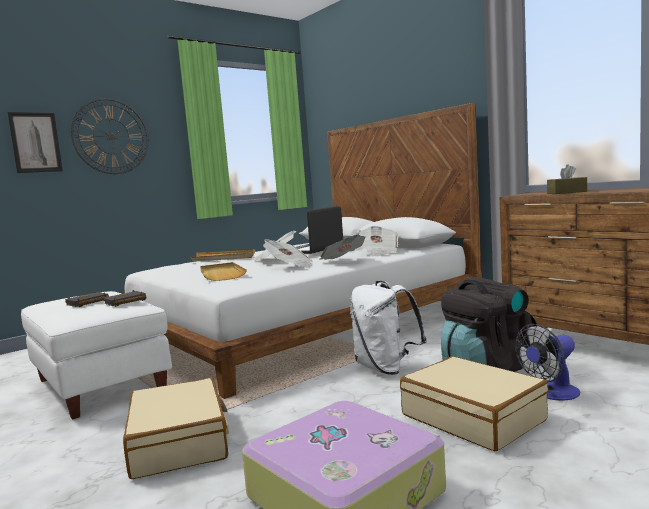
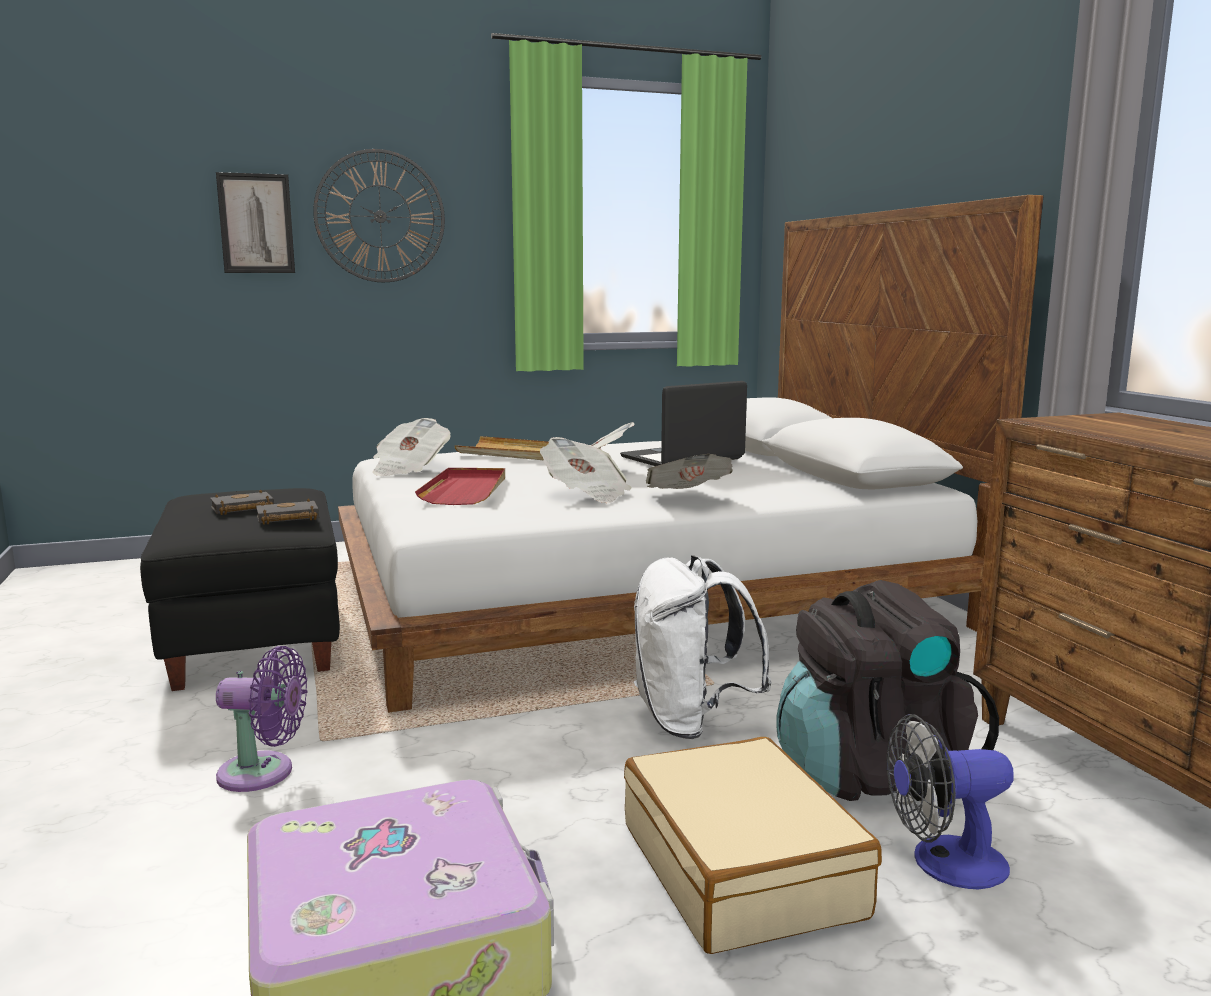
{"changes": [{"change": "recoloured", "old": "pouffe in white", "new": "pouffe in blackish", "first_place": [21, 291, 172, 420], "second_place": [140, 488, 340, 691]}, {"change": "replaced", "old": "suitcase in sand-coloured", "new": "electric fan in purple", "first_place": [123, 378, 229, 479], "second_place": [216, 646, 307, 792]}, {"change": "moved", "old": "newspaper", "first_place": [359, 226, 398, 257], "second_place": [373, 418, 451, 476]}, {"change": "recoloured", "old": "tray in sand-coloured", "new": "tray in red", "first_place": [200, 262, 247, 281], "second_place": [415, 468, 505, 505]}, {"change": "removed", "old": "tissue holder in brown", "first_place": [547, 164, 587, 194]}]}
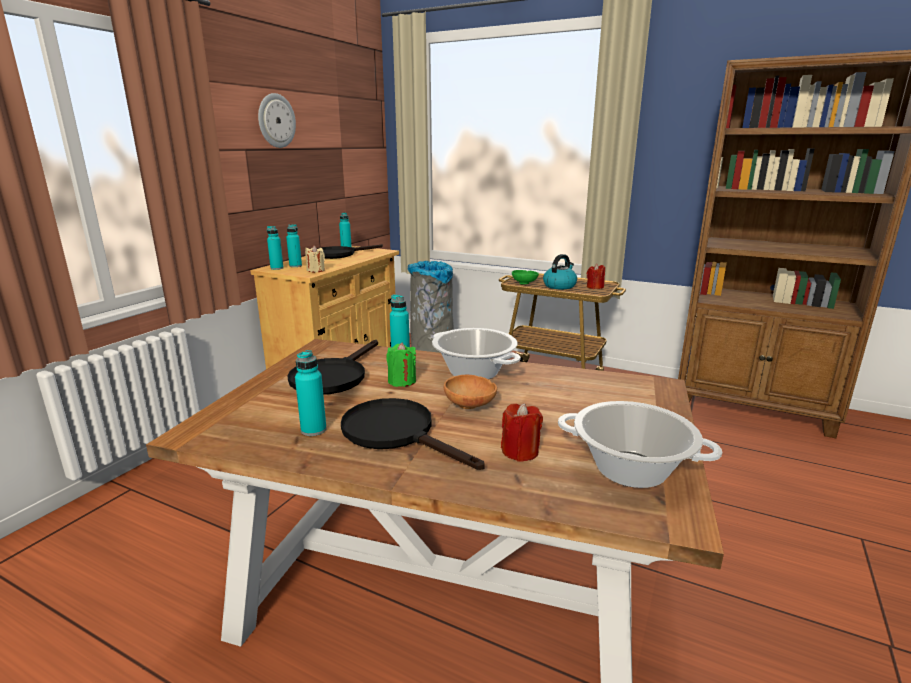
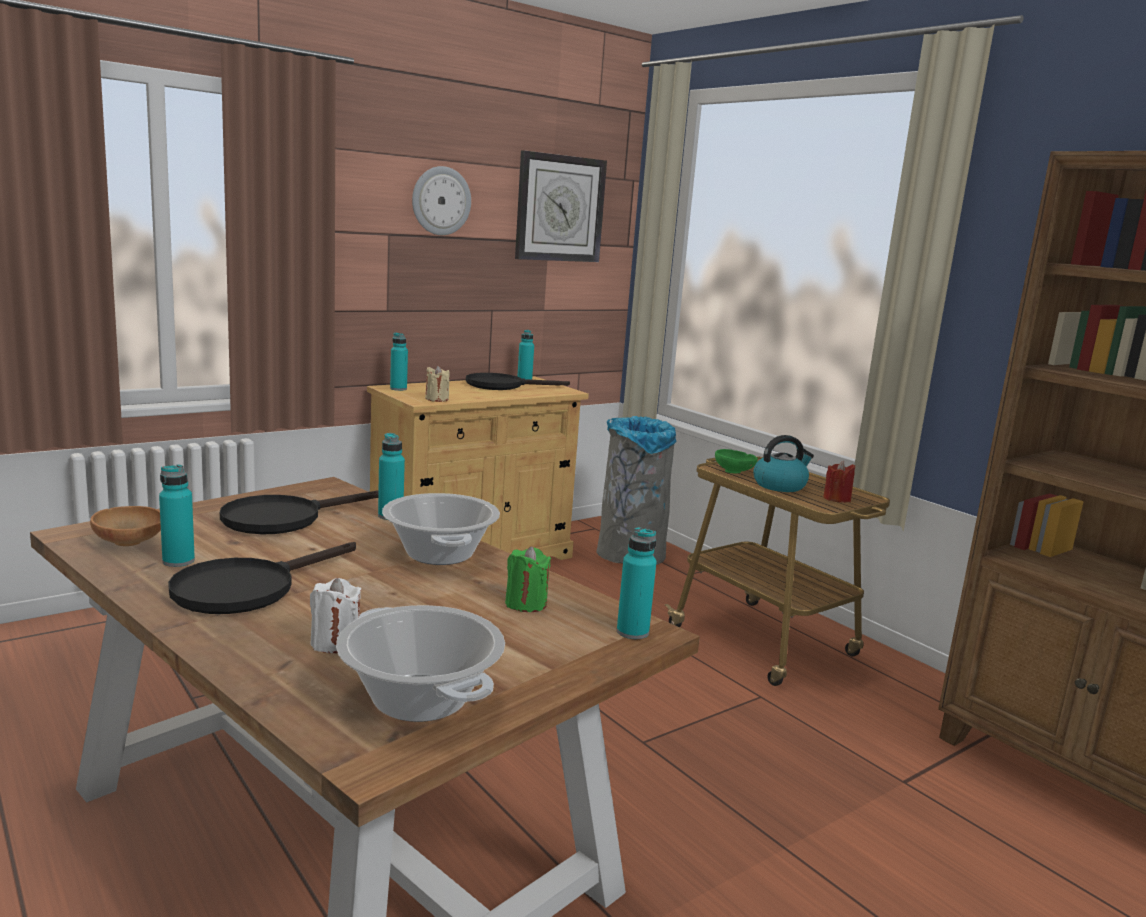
{"changes": [{"change": "moved", "old": "serving bowl in brown", "first_place": [444, 375, 497, 409], "second_place": [90, 506, 161, 546]}, {"change": "turned", "old": "frying pan in blackish", "first_place": [341, 398, 485, 470], "second_place": [168, 542, 356, 614], "degrees": -120}, {"change": "recoloured", "old": "wax candle in red", "new": "wax candle in white", "first_place": [501, 403, 543, 462], "second_place": [310, 578, 361, 653]}, {"change": "moved", "old": "wax candle in green-coloured", "first_place": [386, 342, 416, 387], "second_place": [505, 546, 551, 612]}, {"change": "added", "new": "wall clock", "second_place": [515, 150, 607, 262]}, {"change": "moved", "old": "beverage bottle in turquoise", "first_place": [286, 224, 302, 267], "second_place": [617, 527, 656, 639]}]}
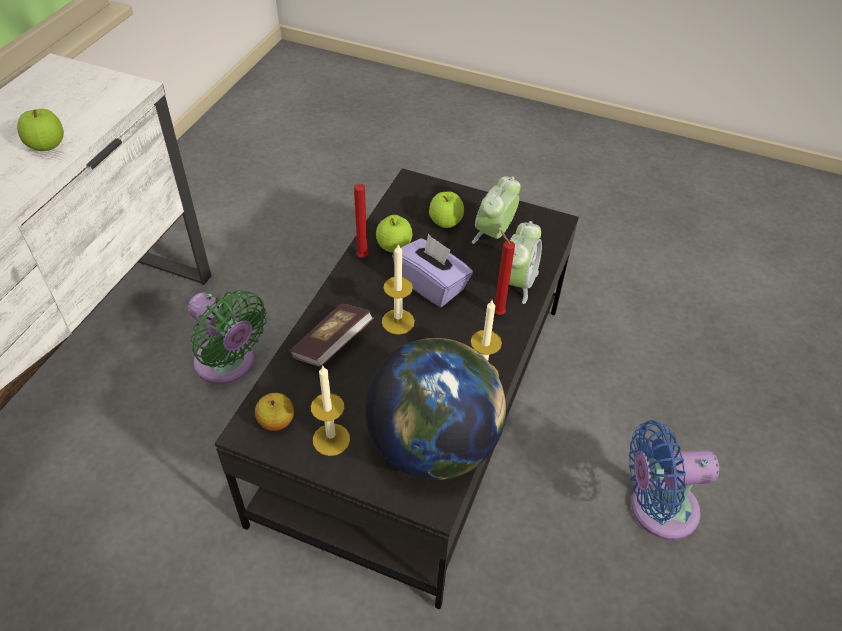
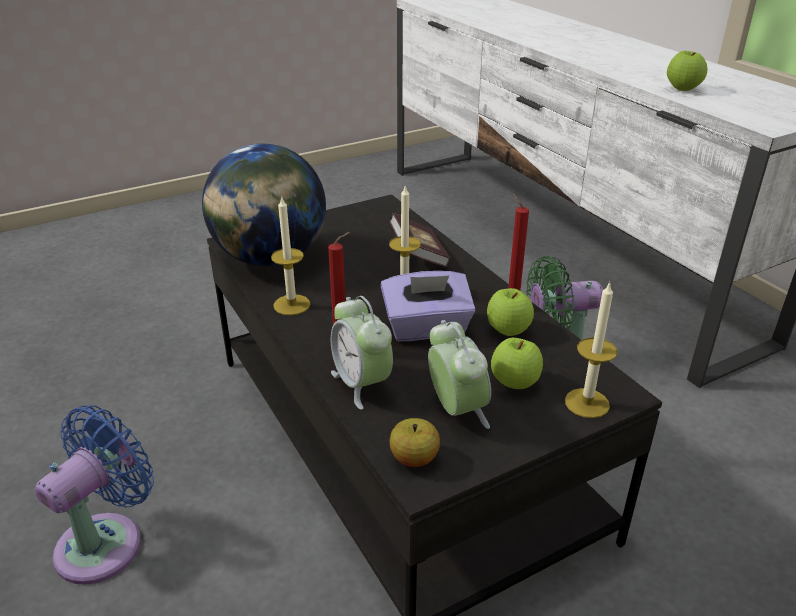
{"changes": [{"change": "moved", "old": "apple fruit", "first_place": [255, 393, 294, 431], "second_place": [390, 418, 440, 467]}, {"change": "moved", "old": "wax candle", "first_place": [311, 366, 350, 456], "second_place": [565, 281, 617, 418]}]}
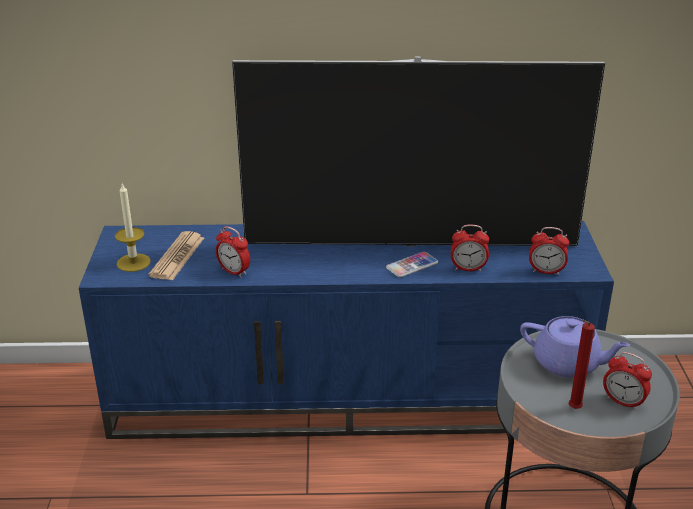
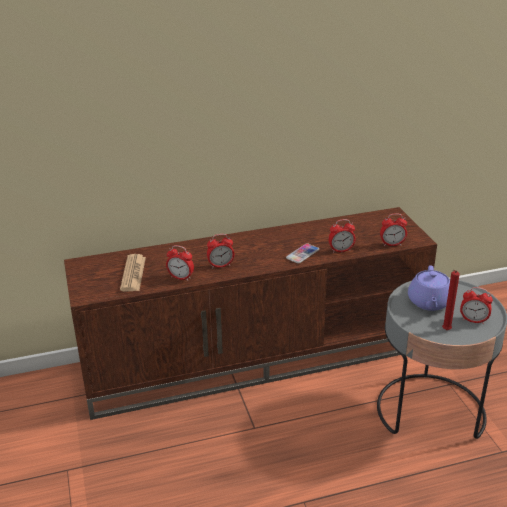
{"changes": [{"change": "recoloured", "old": "tv unit in blue", "new": "tv unit in brown", "first_place": [79, 221, 614, 439], "second_place": [64, 207, 437, 420]}, {"change": "added", "new": "alarm clock", "second_place": [207, 234, 234, 269]}, {"change": "turned", "old": "tea pot in purple", "first_place": [520, 316, 630, 378], "second_place": [408, 265, 450, 311], "degrees": 90}, {"change": "removed", "old": "wax candle", "first_place": [115, 183, 151, 272]}, {"change": "removed", "old": "TV set", "first_place": [232, 56, 605, 246]}]}
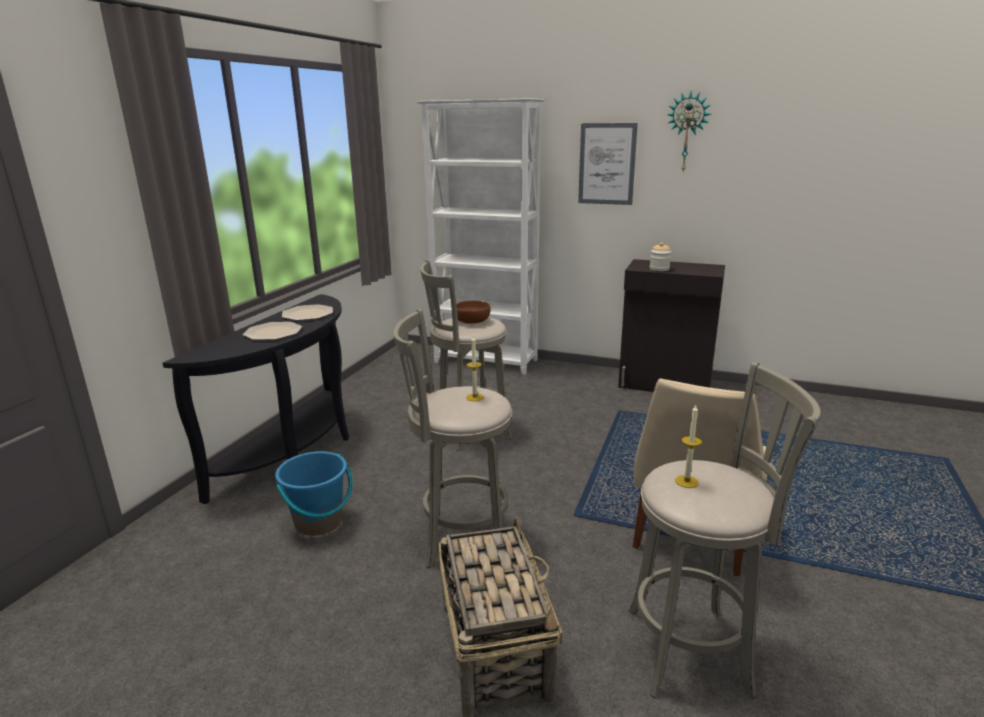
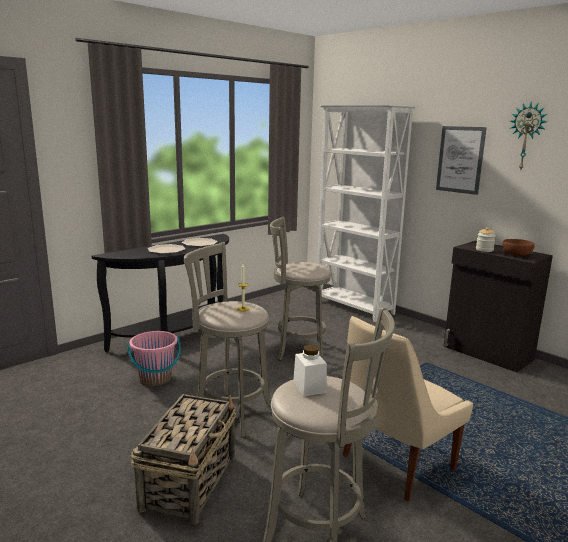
{"changes": [{"change": "recoloured", "old": "water bucket in blue", "new": "water bucket in pink", "first_place": [275, 451, 353, 536], "second_place": [127, 331, 181, 386]}, {"change": "replaced", "old": "wax candle", "new": "storage jar in white", "first_place": [675, 405, 702, 488], "second_place": [293, 345, 327, 396]}, {"change": "moved", "old": "serving bowl in brown", "first_place": [456, 300, 491, 324], "second_place": [502, 239, 534, 256]}]}
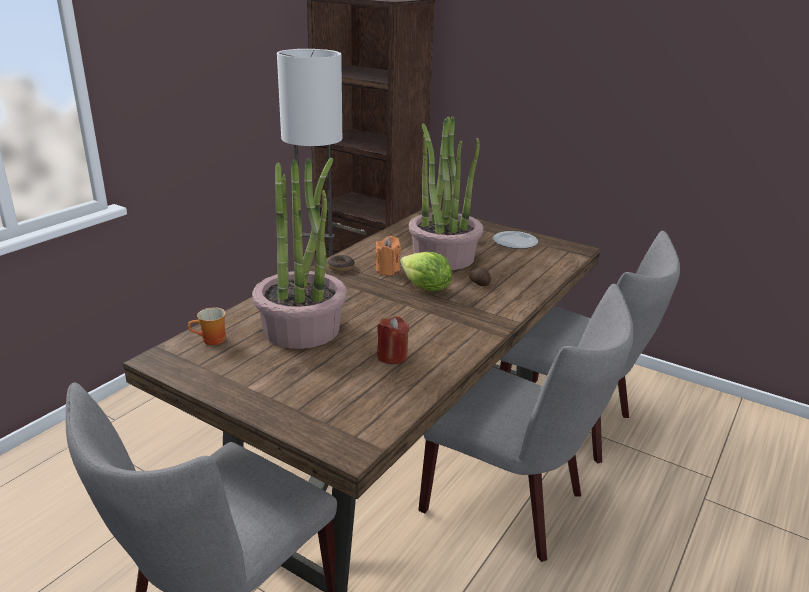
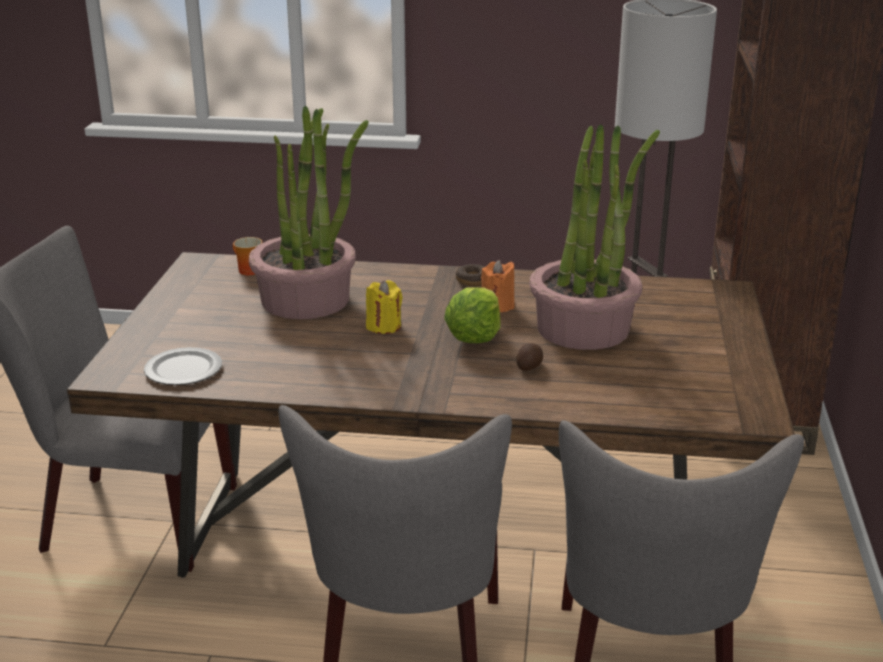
{"changes": [{"change": "moved", "old": "dinner plate", "first_place": [493, 231, 538, 249], "second_place": [144, 347, 222, 385]}, {"change": "added", "new": "wax candle in yellow-coloured", "second_place": [366, 280, 403, 334]}, {"change": "removed", "old": "wax candle in red", "first_place": [377, 316, 409, 364]}]}
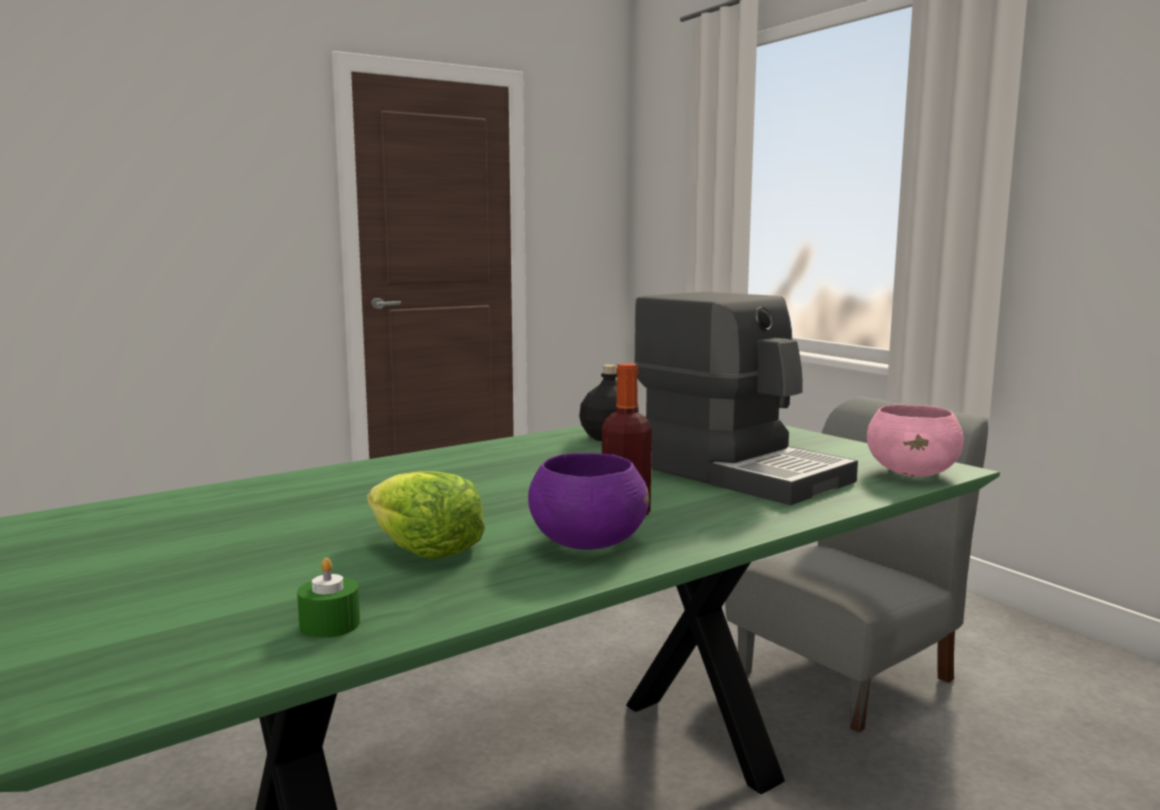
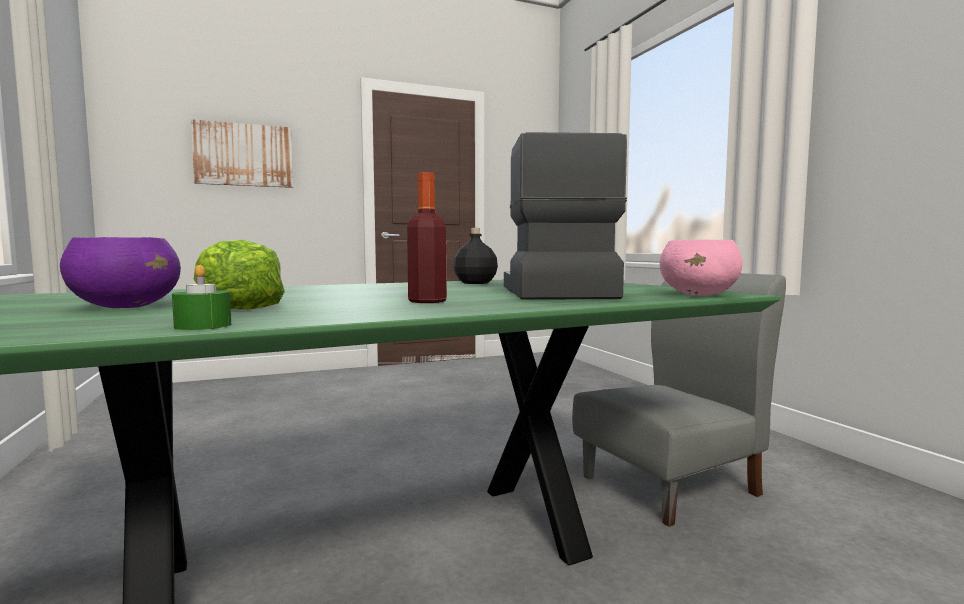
{"changes": [{"change": "moved", "old": "serving bowl in purple", "first_place": [528, 453, 649, 550], "second_place": [60, 237, 181, 308]}, {"change": "moved", "old": "wax candle in green-coloured", "first_place": [297, 558, 360, 638], "second_place": [172, 265, 231, 330]}, {"change": "added", "new": "wall art", "second_place": [191, 119, 293, 188]}, {"change": "turned", "old": "coffee machine", "first_place": [634, 292, 858, 505], "second_place": [504, 132, 627, 300], "degrees": -150}]}
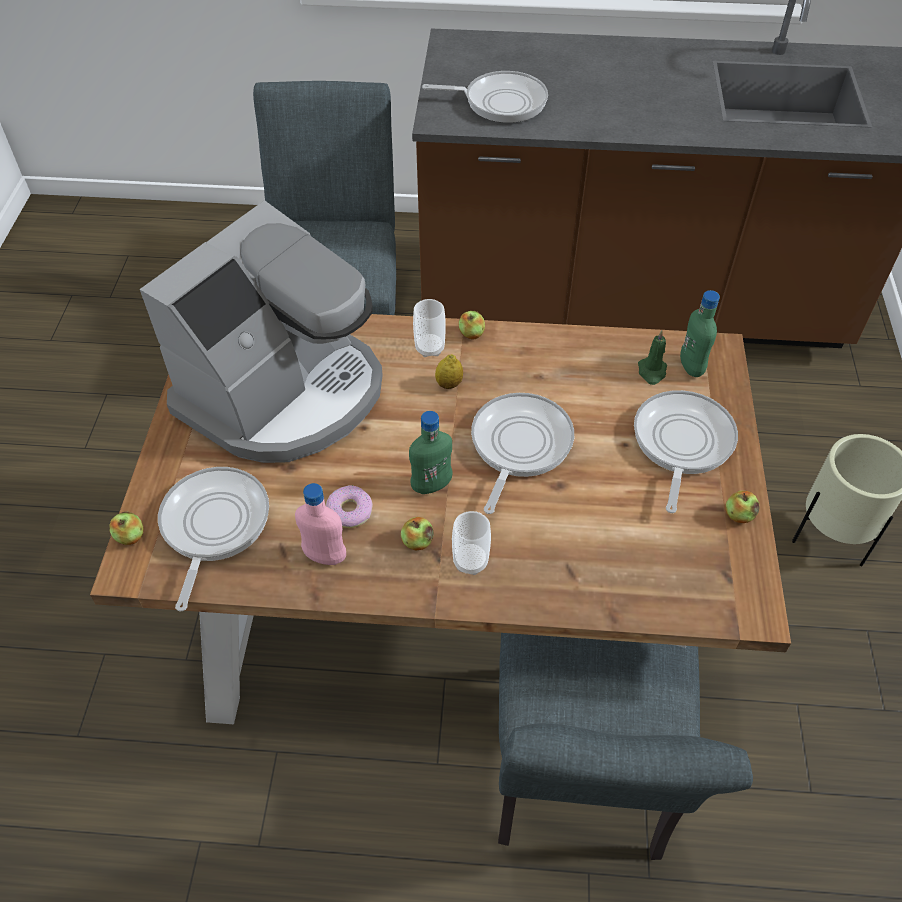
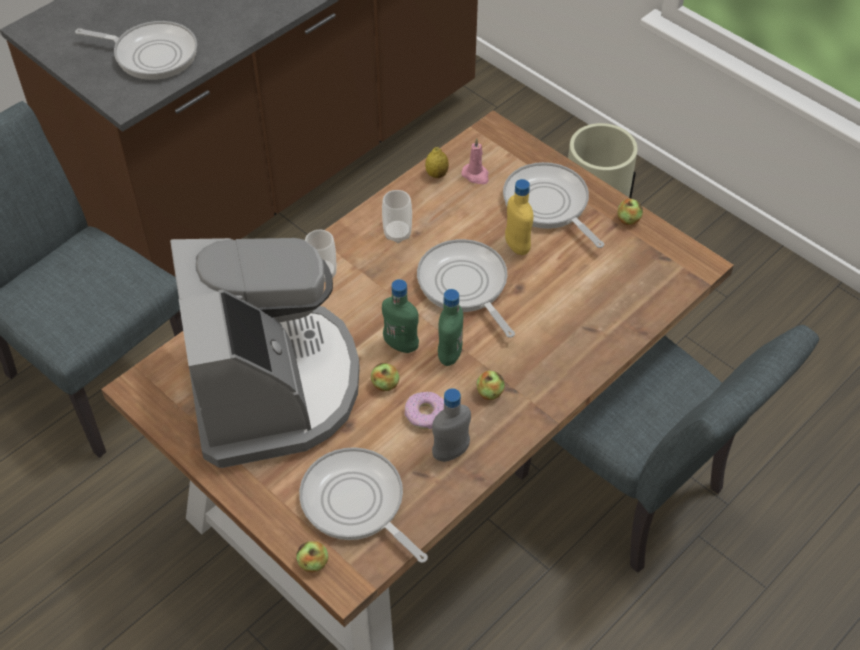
{"changes": [{"change": "turned", "old": "frying pan", "first_place": [422, 71, 548, 123], "second_place": [75, 21, 197, 80], "degrees": 60}, {"change": "moved", "old": "apple fruit", "first_place": [459, 311, 485, 340], "second_place": [371, 363, 399, 391]}, {"change": "moved", "old": "drinking cup", "first_place": [452, 511, 491, 575], "second_place": [382, 190, 412, 243]}, {"change": "moved", "old": "beverage bottle in green-coloured", "first_place": [680, 290, 720, 377], "second_place": [382, 279, 419, 353]}, {"change": "moved", "old": "whole lemon", "first_place": [435, 354, 463, 389], "second_place": [425, 147, 449, 178]}, {"change": "recoloured", "old": "beverage bottle in pink", "new": "beverage bottle in greyish", "first_place": [295, 483, 346, 565], "second_place": [432, 388, 471, 462]}, {"change": "recoloured", "old": "wax candle in green-coloured", "new": "wax candle in pink", "first_place": [638, 330, 667, 385], "second_place": [461, 138, 489, 184]}, {"change": "added", "new": "beverage bottle in yellow-coloured", "second_place": [505, 179, 533, 255]}]}
